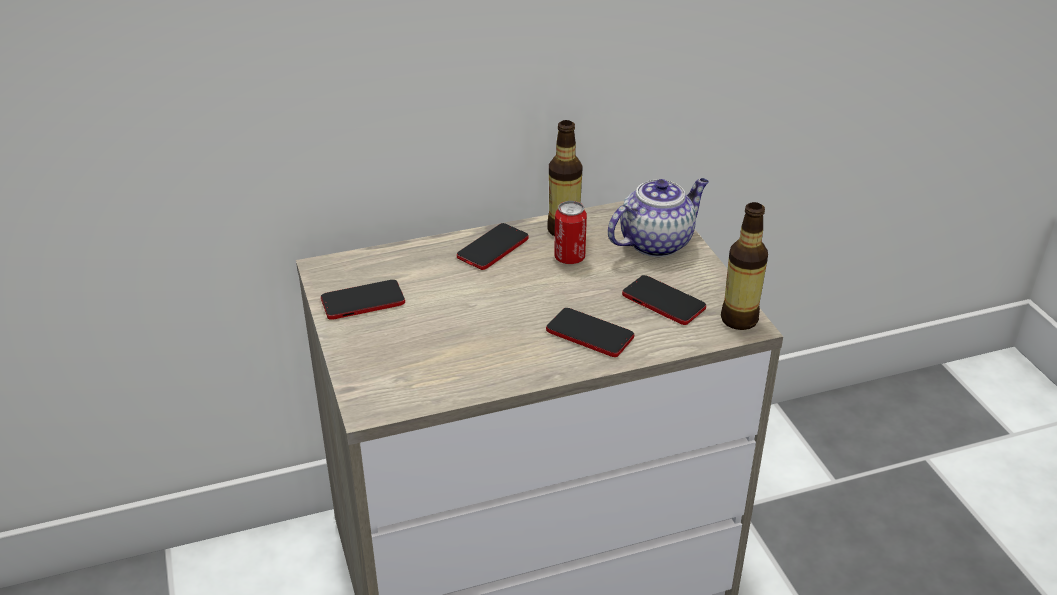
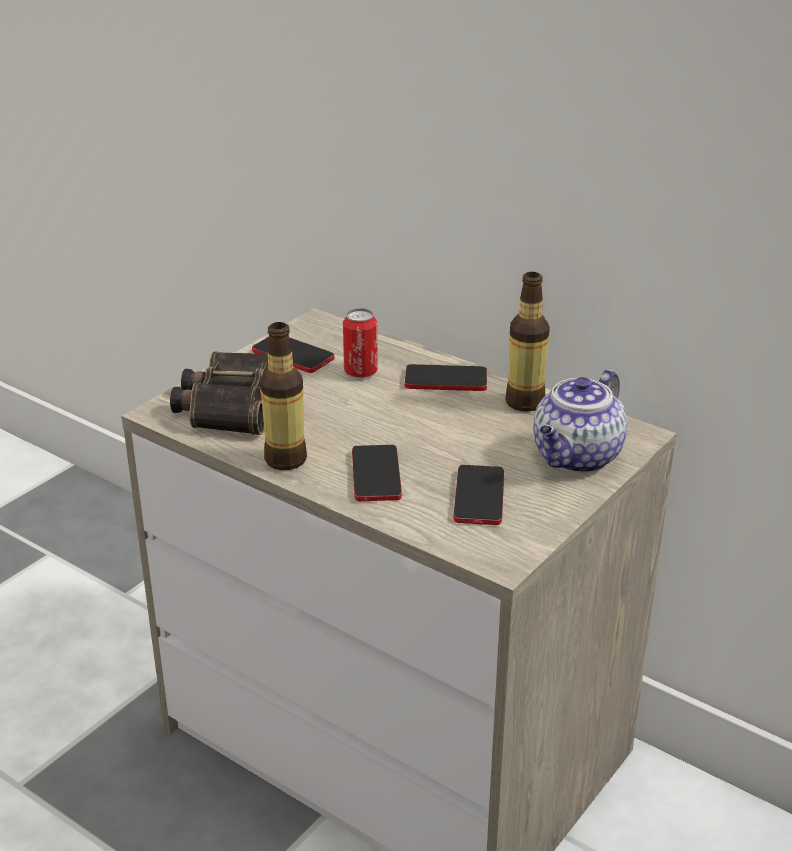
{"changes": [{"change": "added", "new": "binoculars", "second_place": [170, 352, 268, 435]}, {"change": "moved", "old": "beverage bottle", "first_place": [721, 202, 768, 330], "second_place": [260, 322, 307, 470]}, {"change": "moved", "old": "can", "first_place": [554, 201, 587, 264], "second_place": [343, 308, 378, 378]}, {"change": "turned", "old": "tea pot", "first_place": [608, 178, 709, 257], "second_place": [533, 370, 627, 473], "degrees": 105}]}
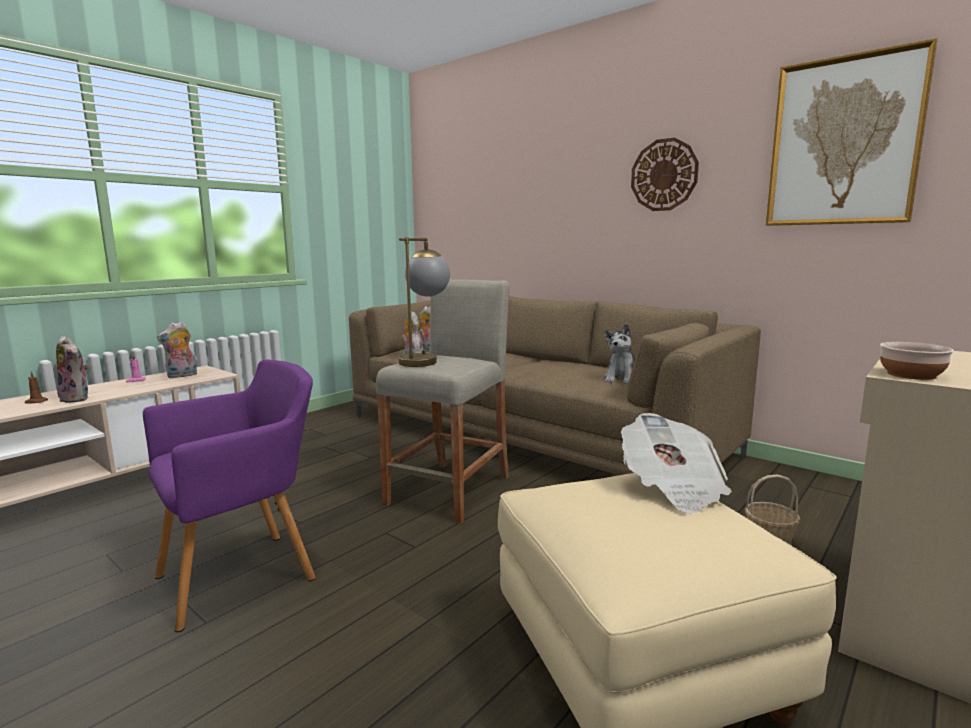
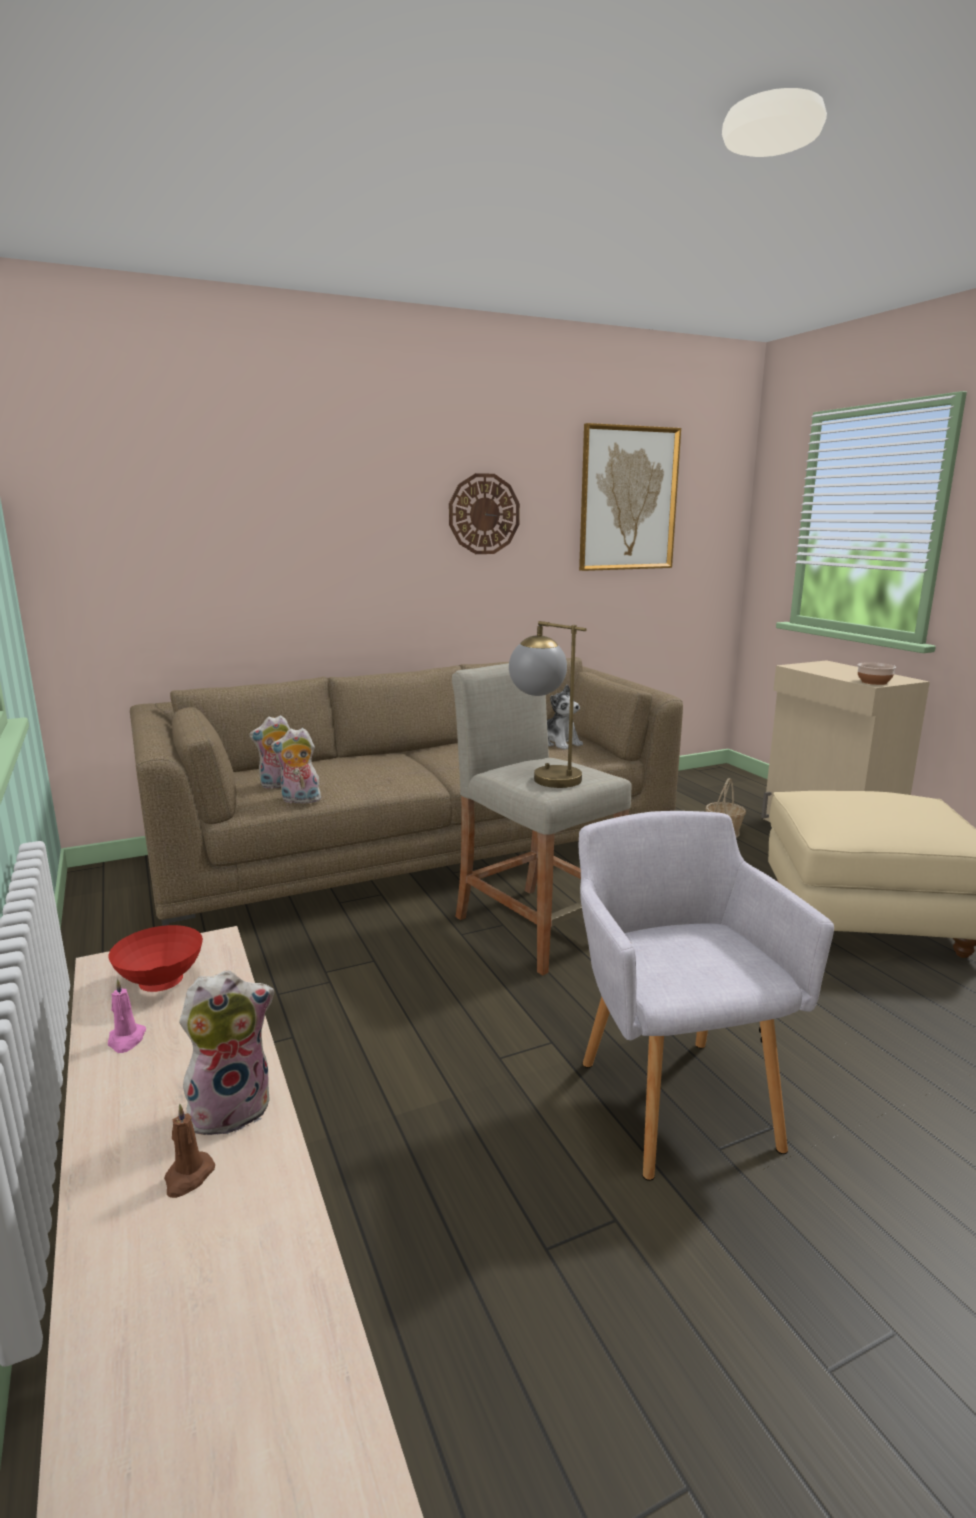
{"changes": [{"change": "replaced", "old": "soft toy", "new": "serving bowl in red", "first_place": [157, 322, 197, 378], "second_place": [109, 925, 203, 992]}, {"change": "recoloured", "old": "easy chair in purple", "new": "easy chair in greyish", "first_place": [143, 360, 315, 632], "second_place": [579, 811, 834, 1181]}, {"change": "removed", "old": "newspaper", "first_place": [621, 413, 732, 514]}]}
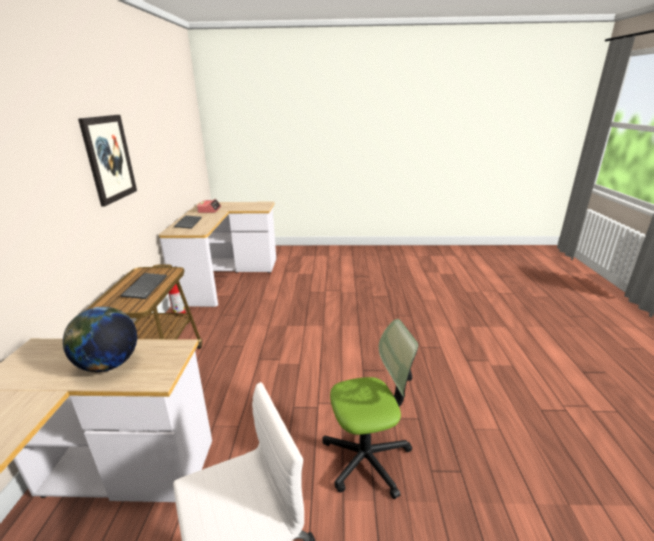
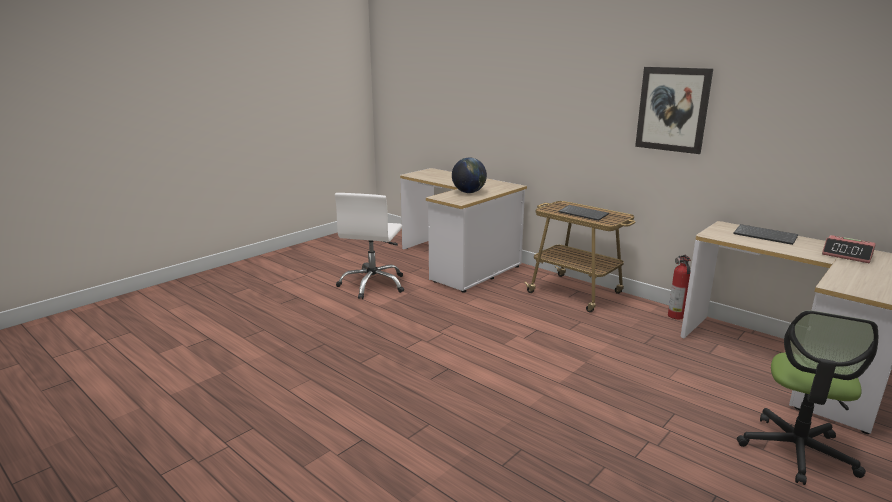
{"changes": [{"change": "moved", "old": "computer chair", "first_place": [322, 319, 419, 499], "second_place": [737, 310, 878, 485]}]}
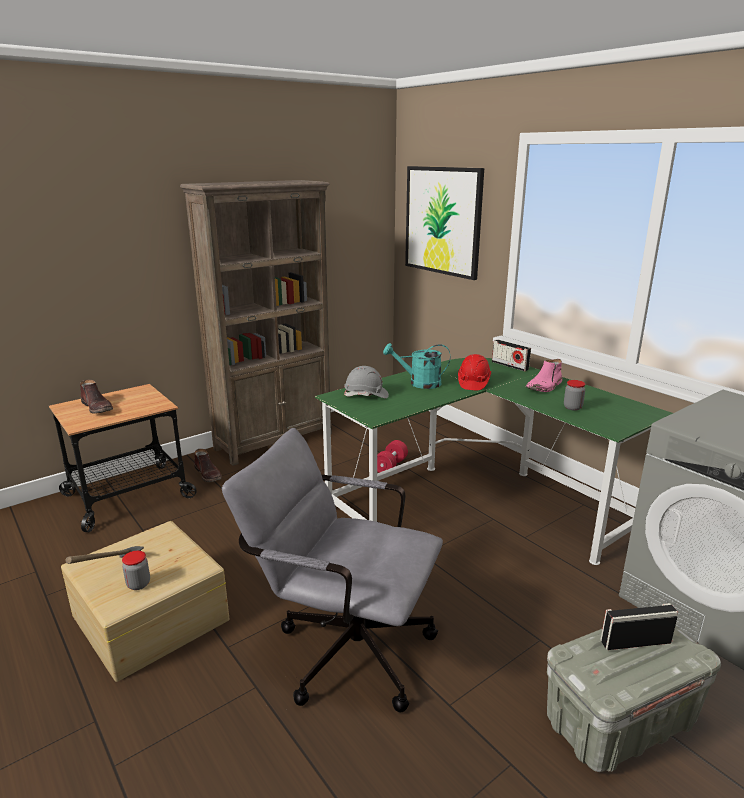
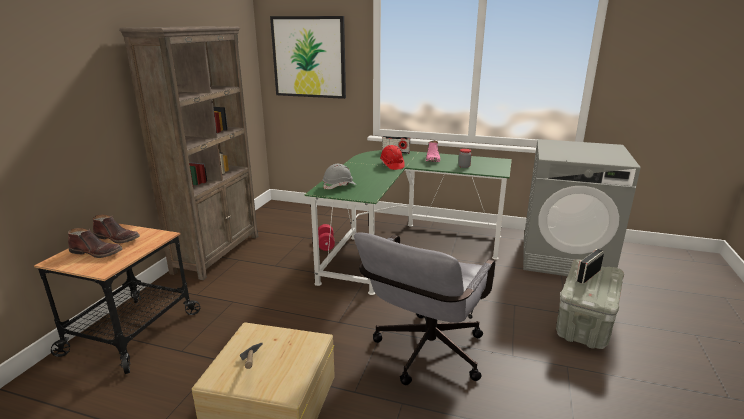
{"changes": [{"change": "moved", "old": "boot in brown", "first_place": [194, 449, 222, 482], "second_place": [93, 214, 140, 244]}, {"change": "turned", "old": "computer chair in greyish", "first_place": [222, 428, 443, 712], "second_place": [354, 232, 495, 385], "degrees": -45}, {"change": "removed", "old": "storage jar", "first_place": [122, 551, 150, 590]}, {"change": "removed", "old": "watering can in turquoise", "first_place": [383, 343, 450, 389]}]}
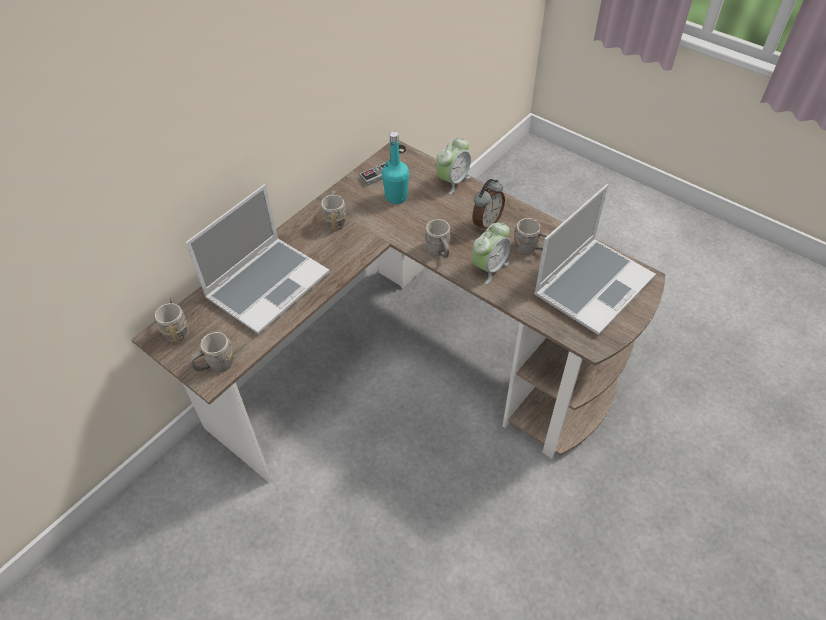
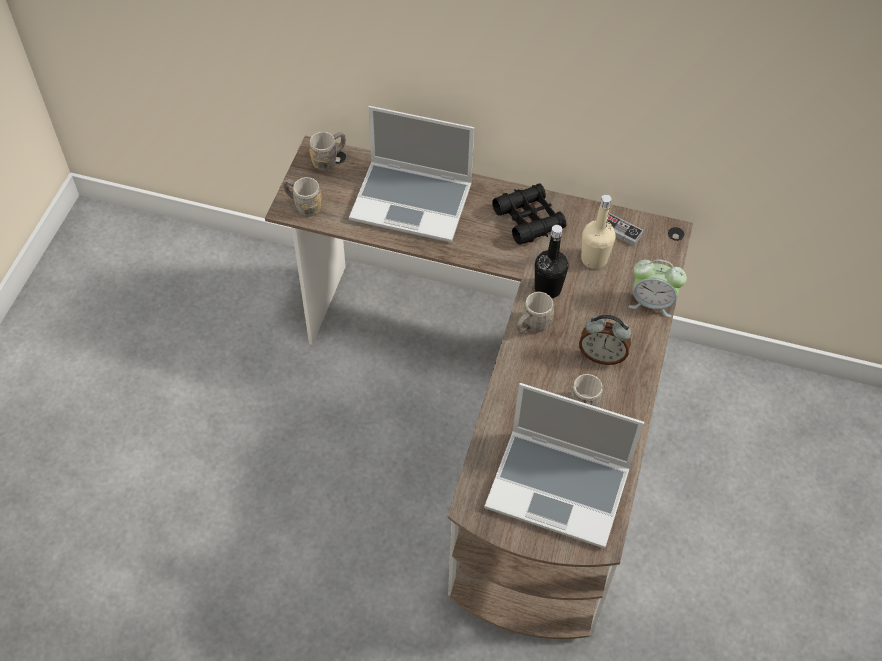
{"changes": [{"change": "replaced", "old": "mug in greyish", "new": "binoculars in blackish", "first_place": [321, 191, 347, 230], "second_place": [492, 183, 566, 245]}, {"change": "added", "new": "beverage bottle in blackish", "second_place": [535, 225, 568, 298]}, {"change": "recoloured", "old": "beverage bottle in turquoise", "new": "beverage bottle in sand-coloured", "first_place": [382, 131, 409, 204], "second_place": [581, 194, 616, 269]}, {"change": "removed", "old": "alarm clock", "first_place": [472, 223, 511, 284]}]}
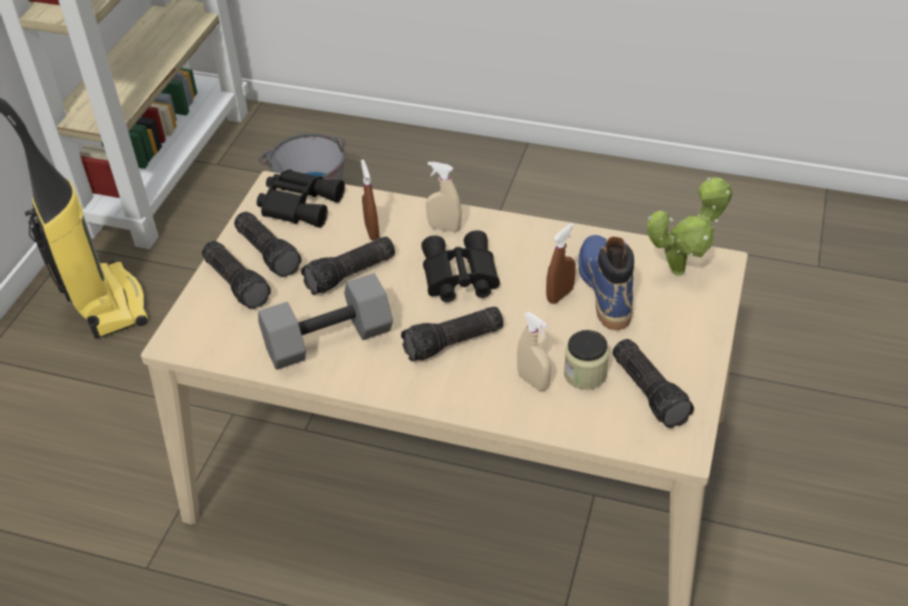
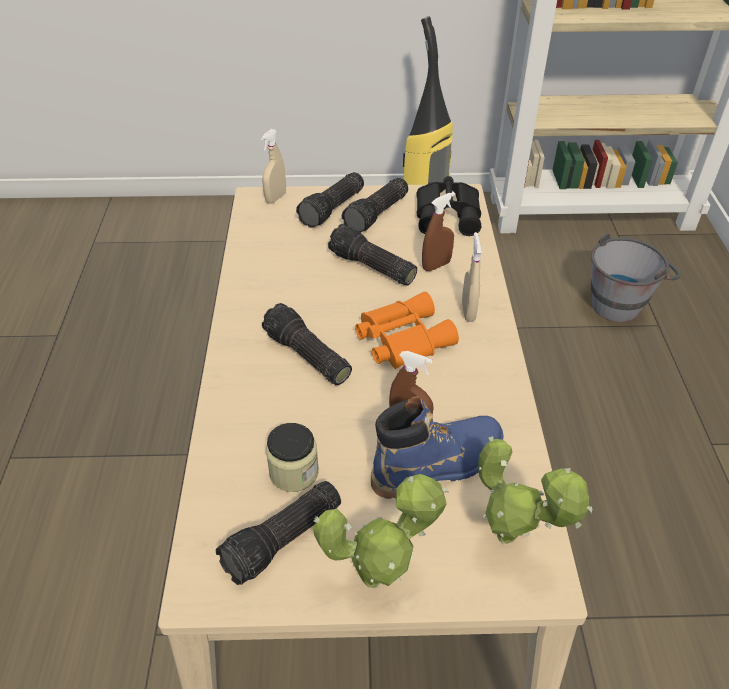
{"changes": [{"change": "moved", "old": "hand sprayer in sand-coloured", "first_place": [517, 312, 551, 391], "second_place": [261, 129, 286, 204]}, {"change": "added", "new": "potted plant", "second_place": [313, 474, 449, 588]}, {"change": "recoloured", "old": "binoculars in blackish", "new": "binoculars in orange", "first_place": [421, 230, 500, 302], "second_place": [355, 292, 459, 369]}, {"change": "removed", "old": "free weight in greyish", "first_place": [258, 273, 393, 370]}]}
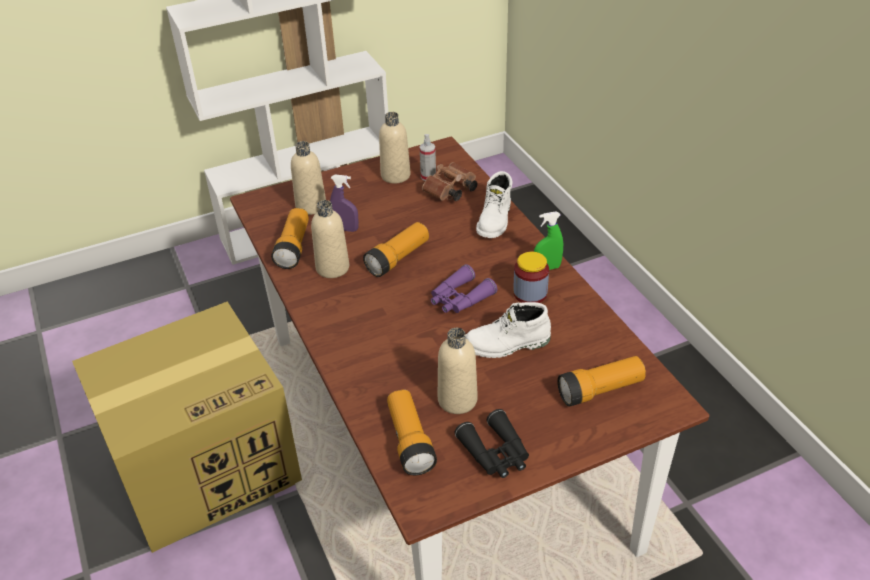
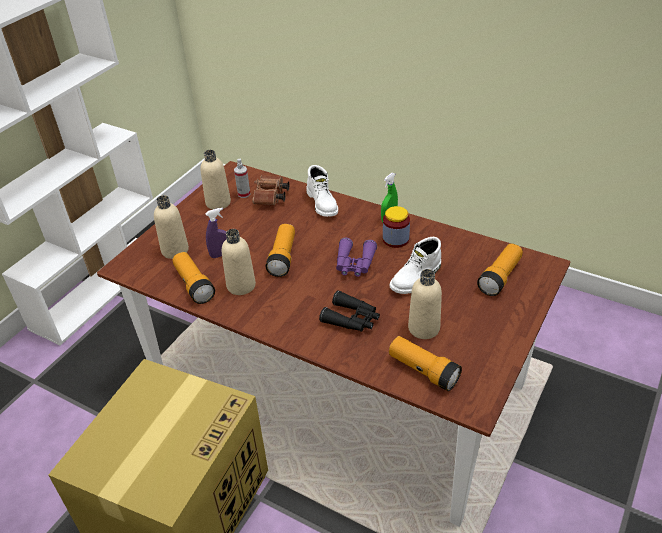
{"changes": [{"change": "moved", "old": "binoculars in blackish", "first_place": [455, 409, 529, 478], "second_place": [319, 290, 380, 332]}]}
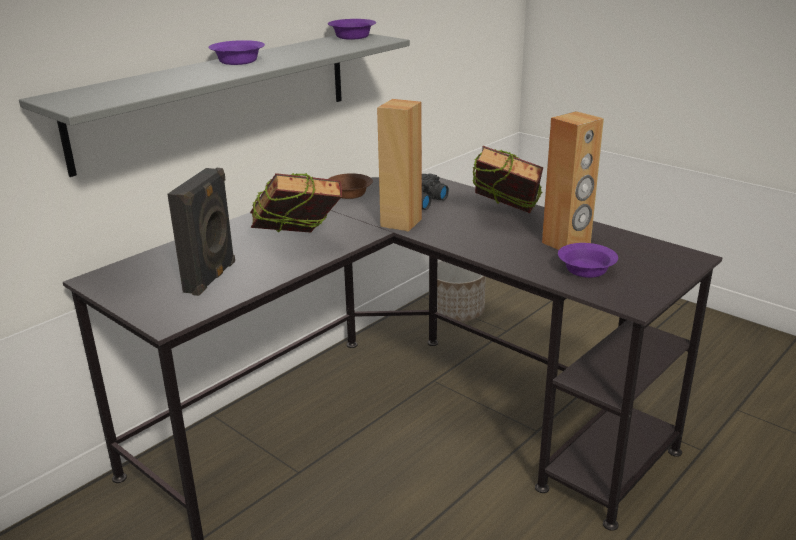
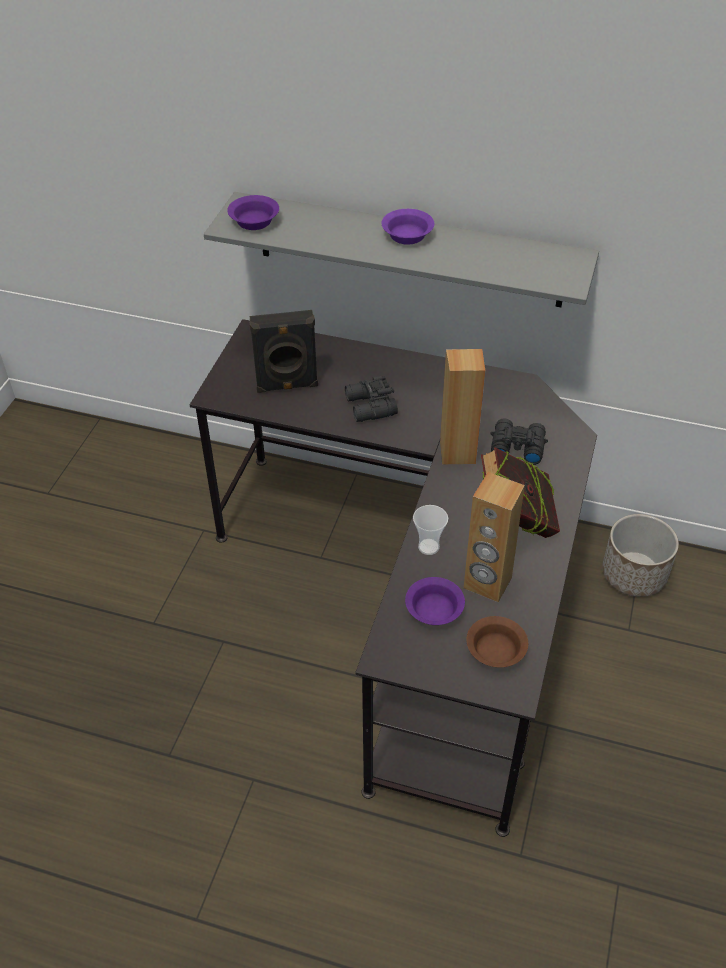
{"changes": [{"change": "moved", "old": "serving bowl in purple", "first_place": [328, 19, 376, 40], "second_place": [227, 195, 279, 230]}, {"change": "replaced", "old": "bound book", "new": "binoculars in blackish", "first_place": [250, 173, 342, 233], "second_place": [345, 376, 398, 422]}, {"change": "added", "new": "drinking cup", "second_place": [413, 505, 448, 555]}, {"change": "moved", "old": "serving bowl in brown", "first_place": [329, 173, 373, 199], "second_place": [466, 616, 528, 667]}]}
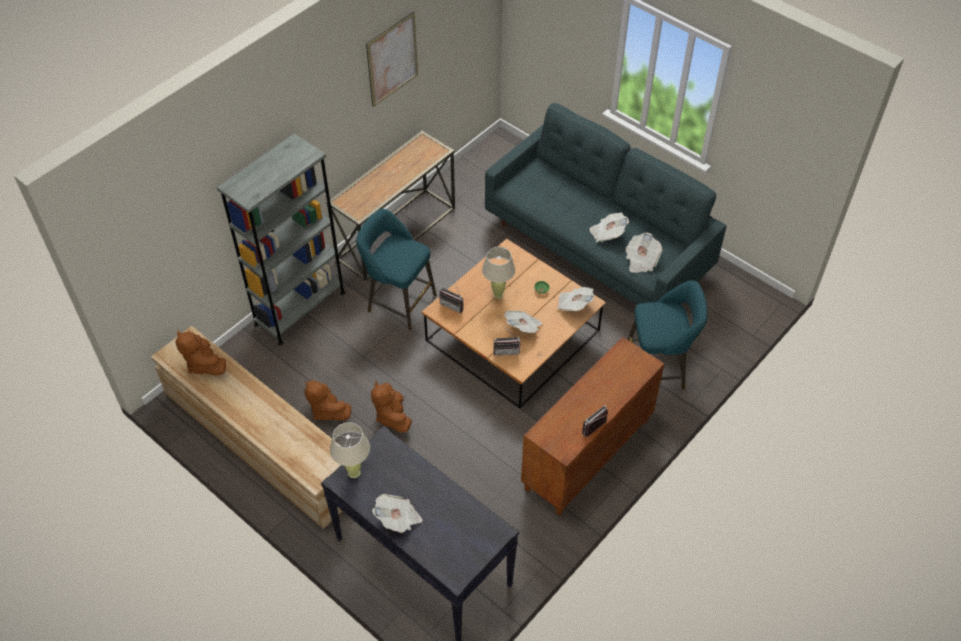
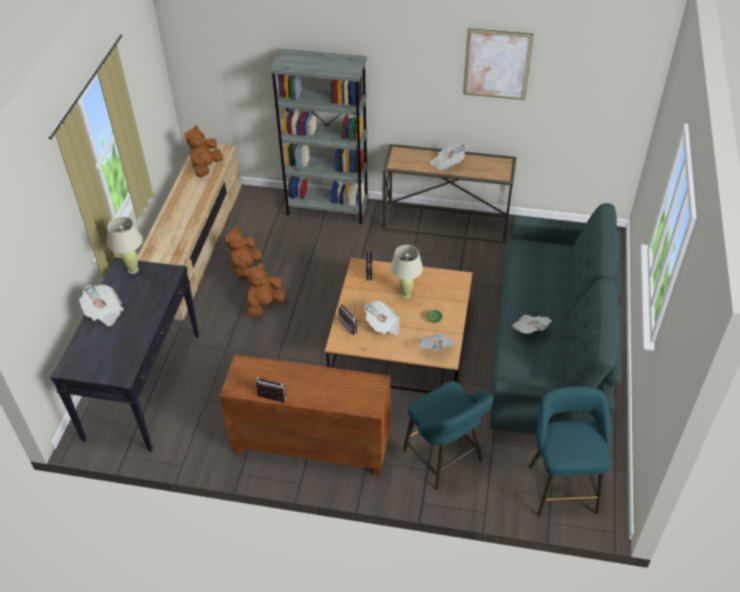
{"changes": [{"change": "moved", "old": "newspaper", "first_place": [626, 233, 662, 273], "second_place": [430, 142, 467, 172]}, {"change": "moved", "old": "stool in turquoise", "first_place": [356, 209, 436, 330], "second_place": [529, 386, 611, 517]}]}
